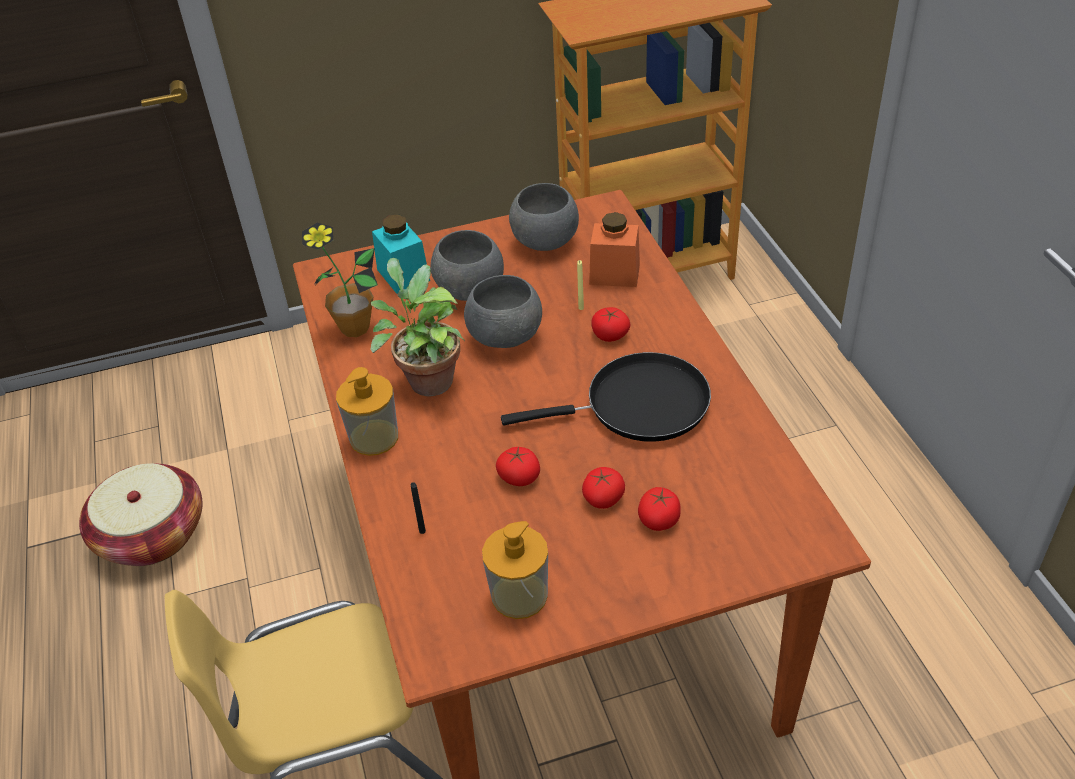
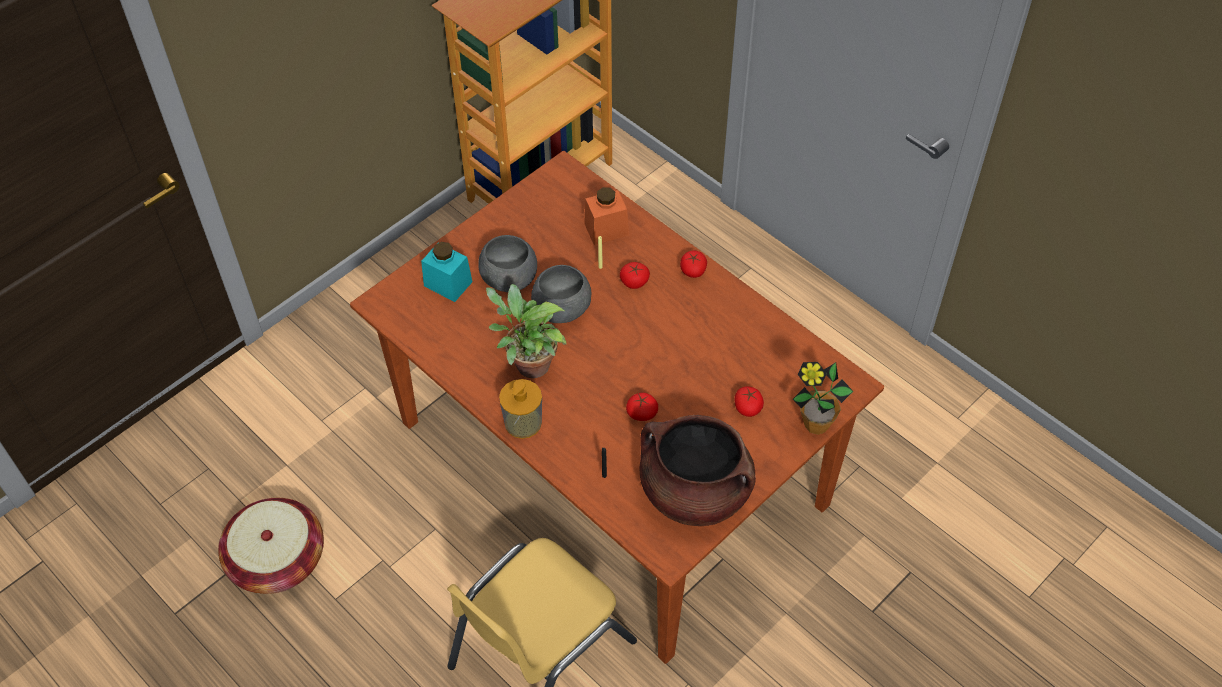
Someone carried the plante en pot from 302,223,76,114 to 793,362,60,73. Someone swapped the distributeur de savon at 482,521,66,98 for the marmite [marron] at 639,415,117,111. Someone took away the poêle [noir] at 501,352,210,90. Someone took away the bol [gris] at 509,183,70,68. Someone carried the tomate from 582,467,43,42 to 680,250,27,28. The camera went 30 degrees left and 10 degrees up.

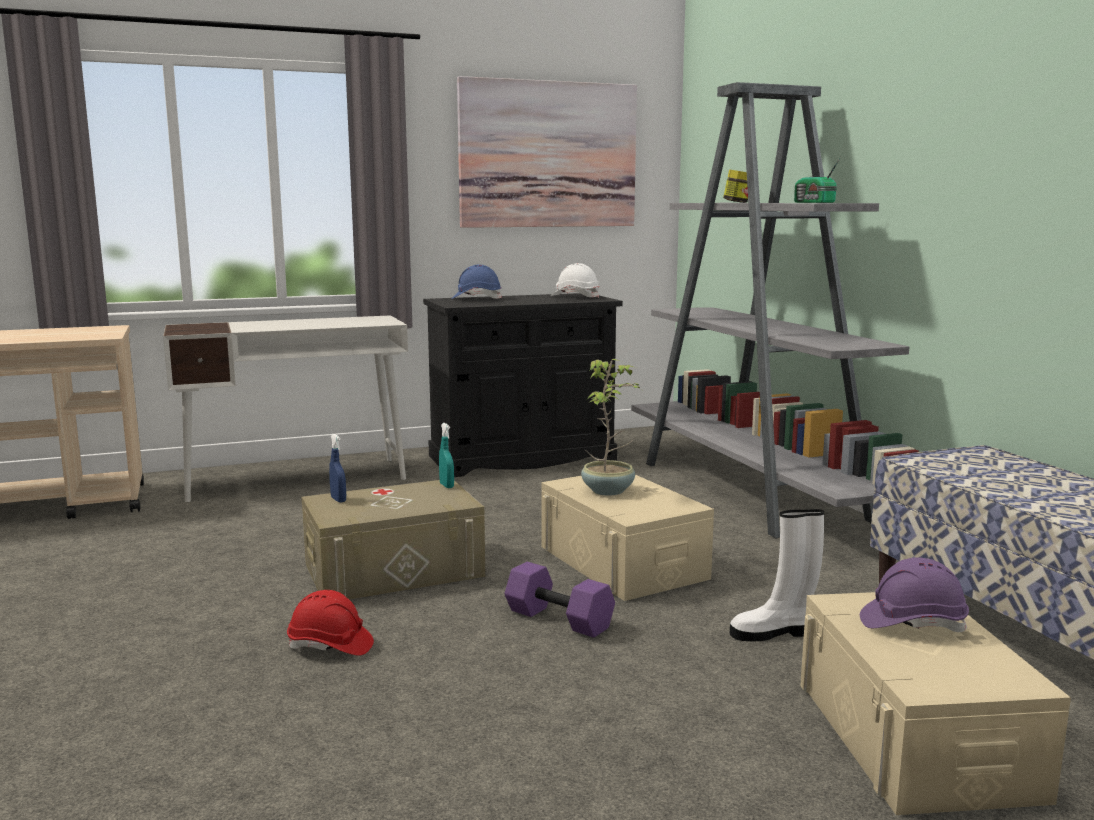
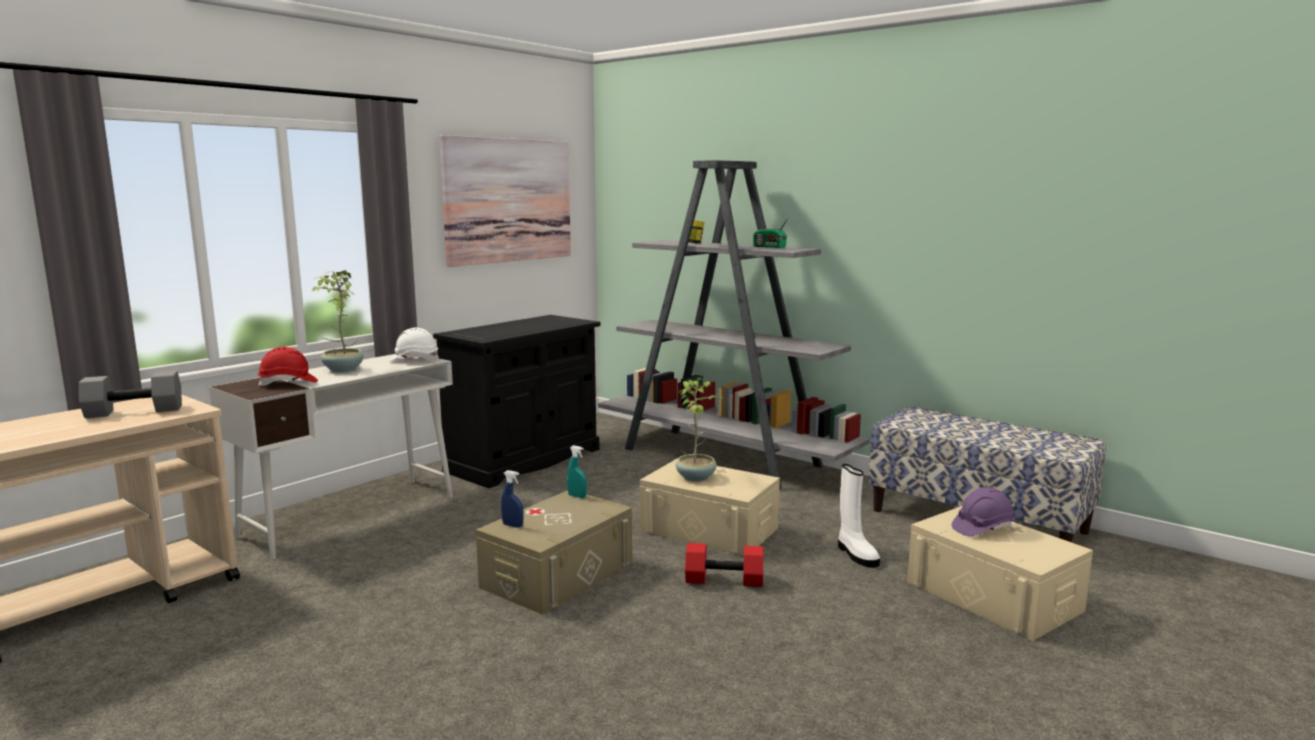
Someone carried the casque de chantier [rouge] from 287,590,87,66 to 258,347,60,39. Someone took away the casque de chantier [bleu] at 452,265,50,34. Someone repainted the haltère [violet] at 505,562,110,76, which became the haltère [rouge] at 685,543,79,44. Someone carried the casque de chantier [blanc] from 551,263,48,35 to 389,328,51,34. Someone rotated the botte [blanc] at 730,509,94,133 by 75 degrees counterclockwise. Someone put down the haltère [gris] at 79,371,103,47. Someone put down the plante en pot at 312,270,52,102. The camera went 30 degrees left and 0 degrees up.

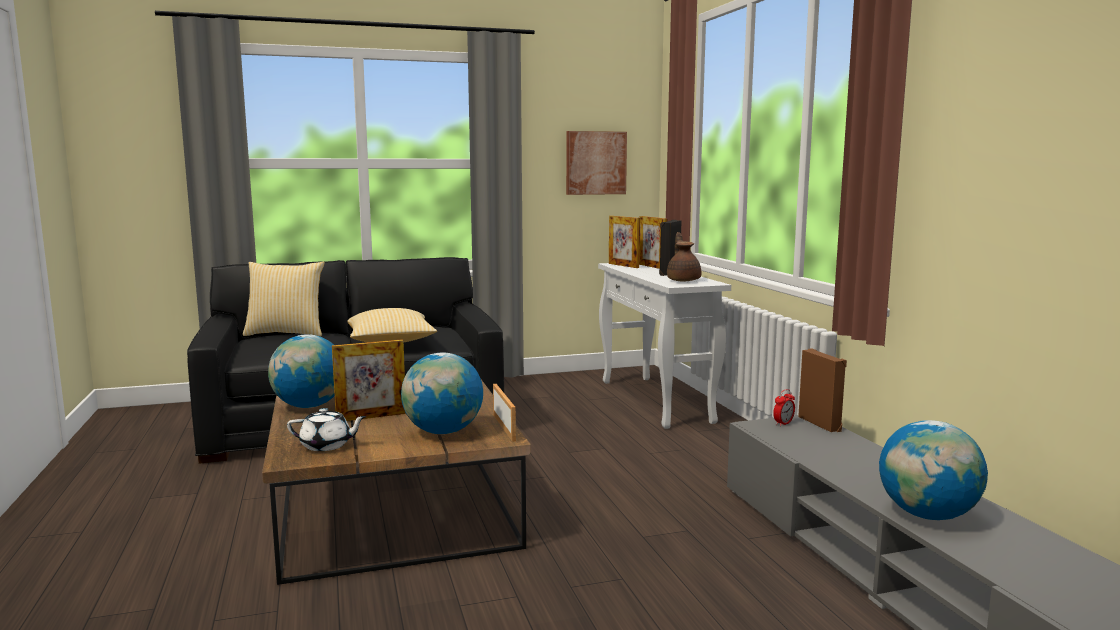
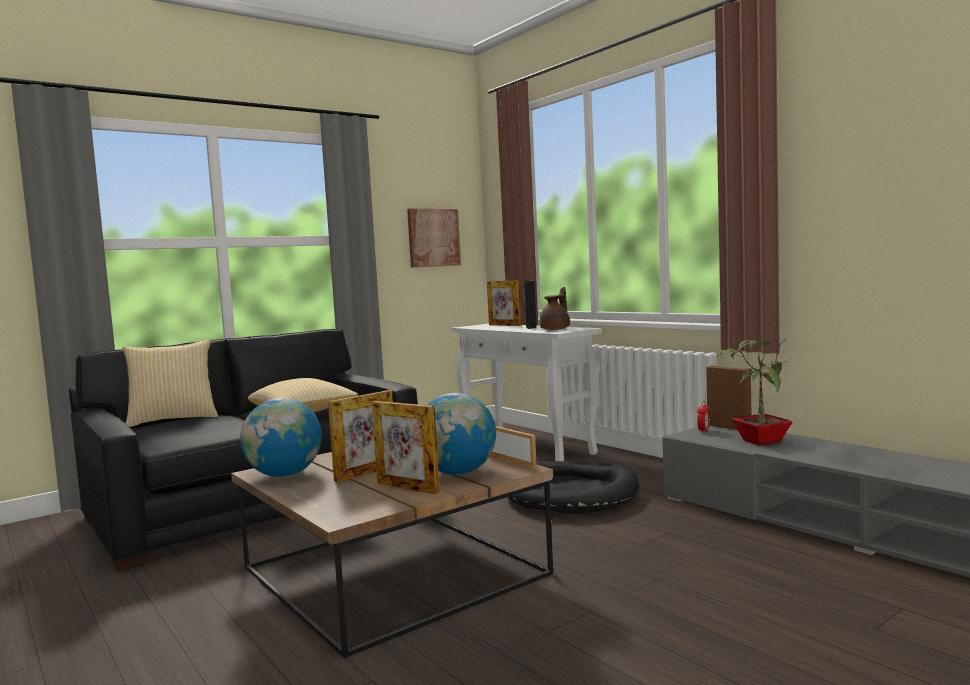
Someone took away the théière [blanc] at 287,408,80,43. Someone carried the cadre photo from 609,216,31,52 to 372,401,68,93. Someone rotated the théière [marron] at 667,232,34,49 by 60 degrees clockwise. Someone took away the globe at 879,420,109,100. Someone put down the panier pour chien [noir] at 507,461,132,53. Someone put down the plante en pot at 719,334,74,112. The camera went 20 degrees left and 5 degrees down.

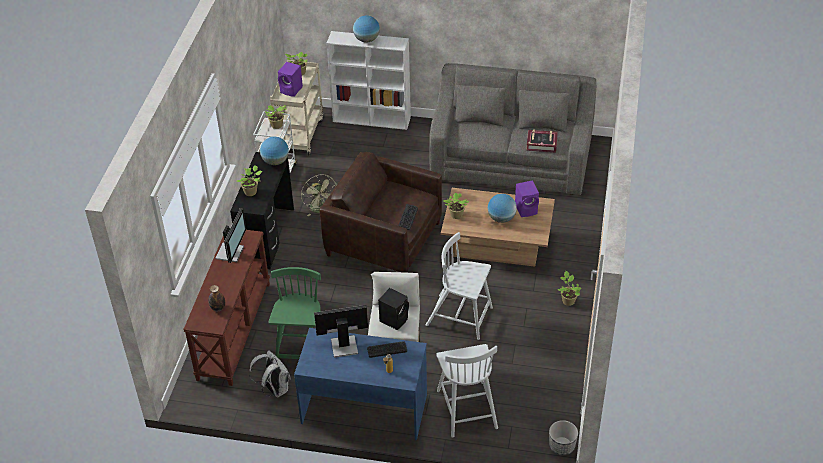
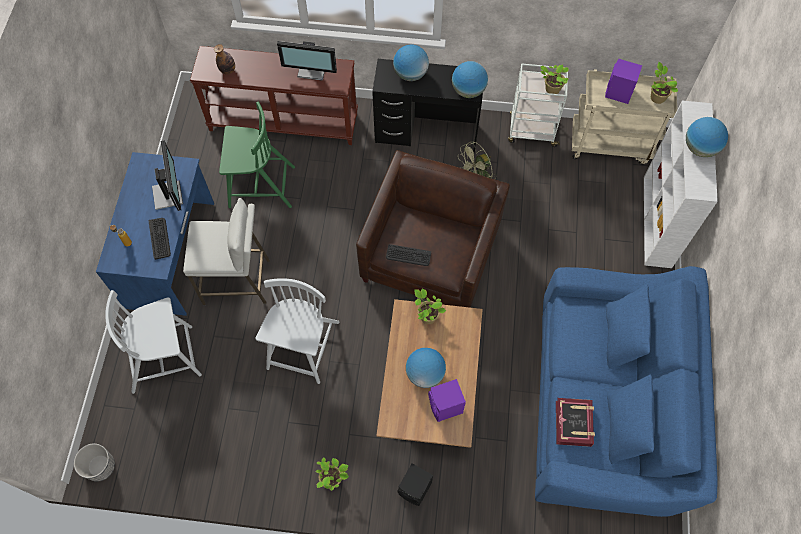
Someone swapped the plante en pot at 236,165,26,31 for the globe at 393,45,36,36. Someone took away the sac à dos [blanc] at 249,350,42,48. Someone carried the enceinte [noir] from 378,288,31,42 to 397,463,36,43. Someone repainted the canapé [gris] at 429,63,167,132, which became the canapé [bleu] at 535,266,183,251. The camera went 85 degrees right and 20 degrees up.

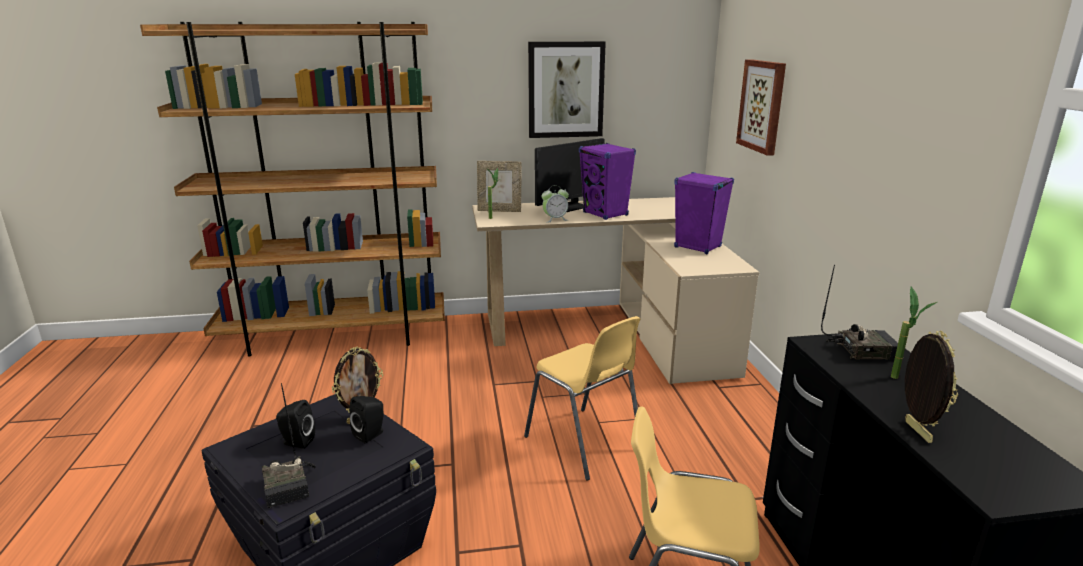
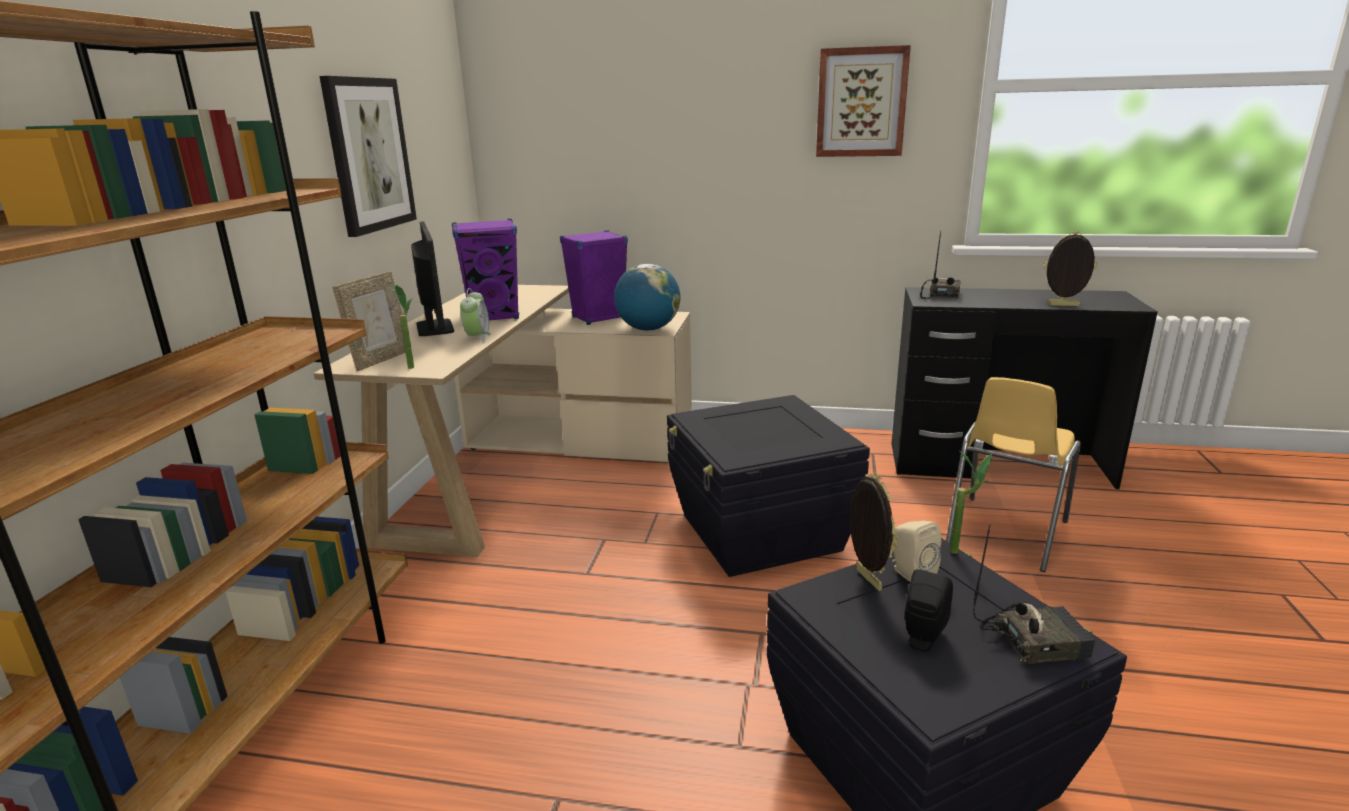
Someone repainted the enceinte [noir] at 349,396,35,47, which became the enceinte [beige] at 892,521,49,61. Someone swapped the chaise [jaune] at 524,316,116,165 for the boîte de rangement [noir] at 667,395,203,182. Someone carried the tableau from 736,59,50,97 to 816,45,95,112. Someone carried the plante en pot from 891,287,46,92 to 950,450,42,104. Someone put down the globe at 614,264,66,67. The camera went 70 degrees left and 0 degrees up.

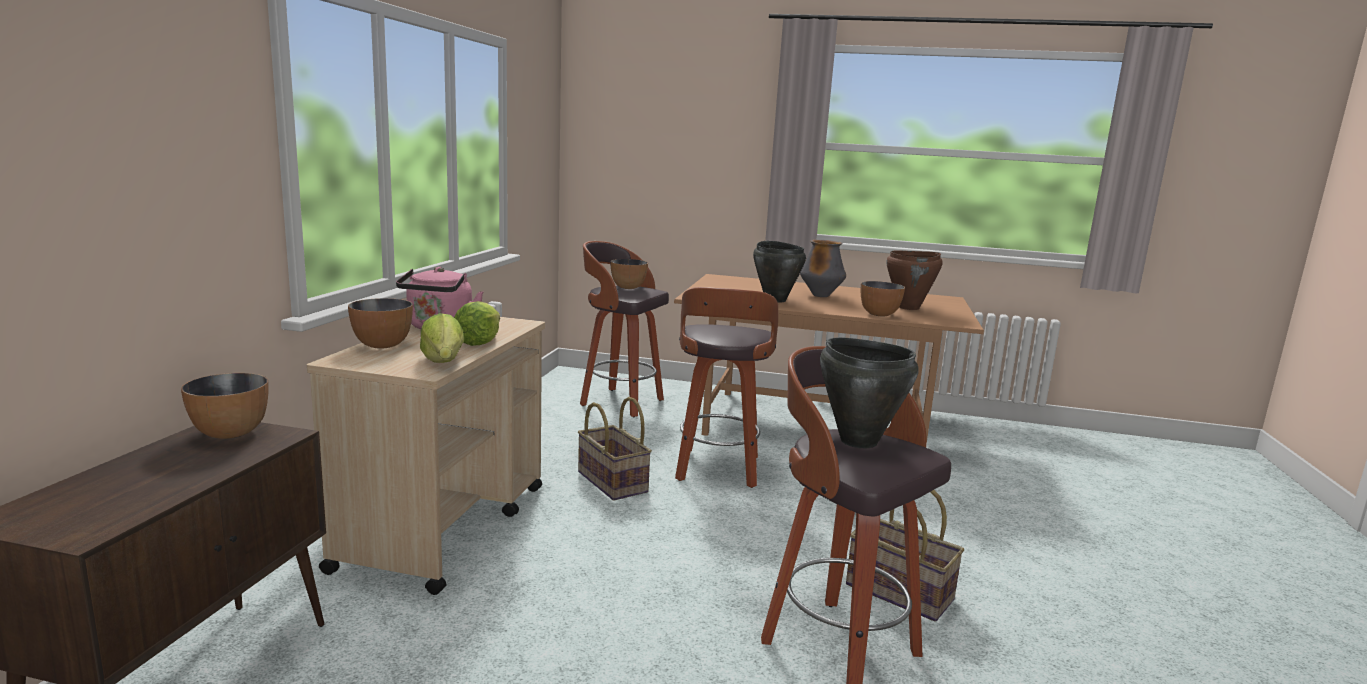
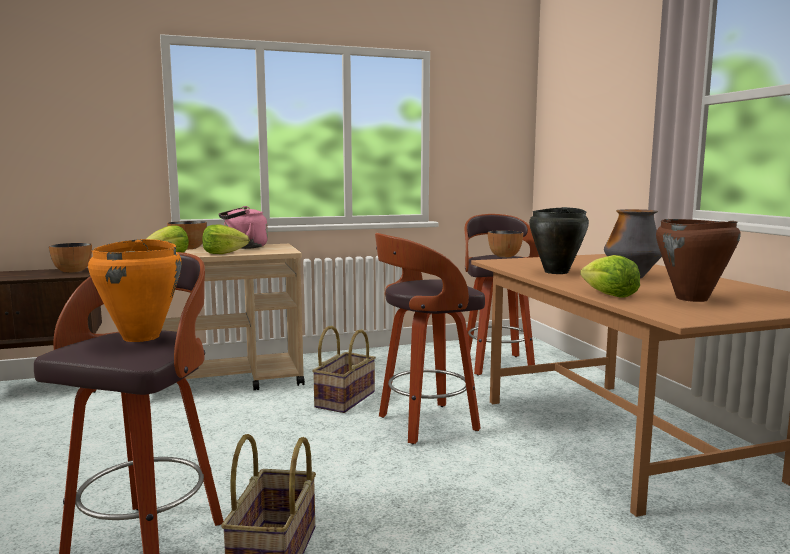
Someone repainted the marmite [noir] at 820,337,98,111, which became the marmite [orange] at 88,239,94,103. Someone swapped the bol at 861,281,44,35 for the laitue at 580,255,60,43. The camera went 60 degrees right and 5 degrees down.

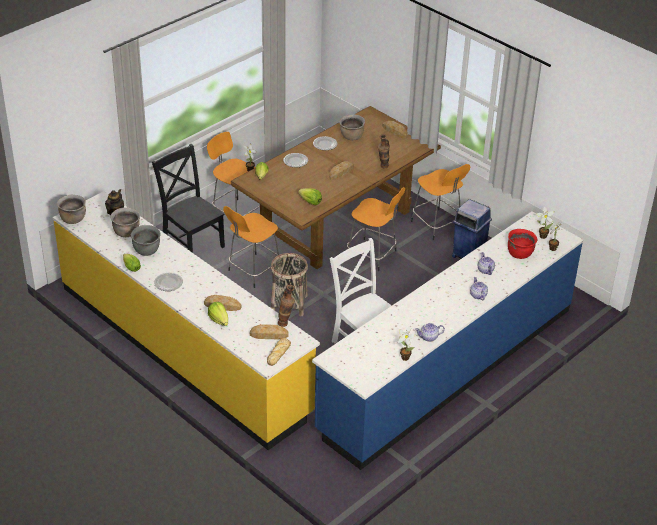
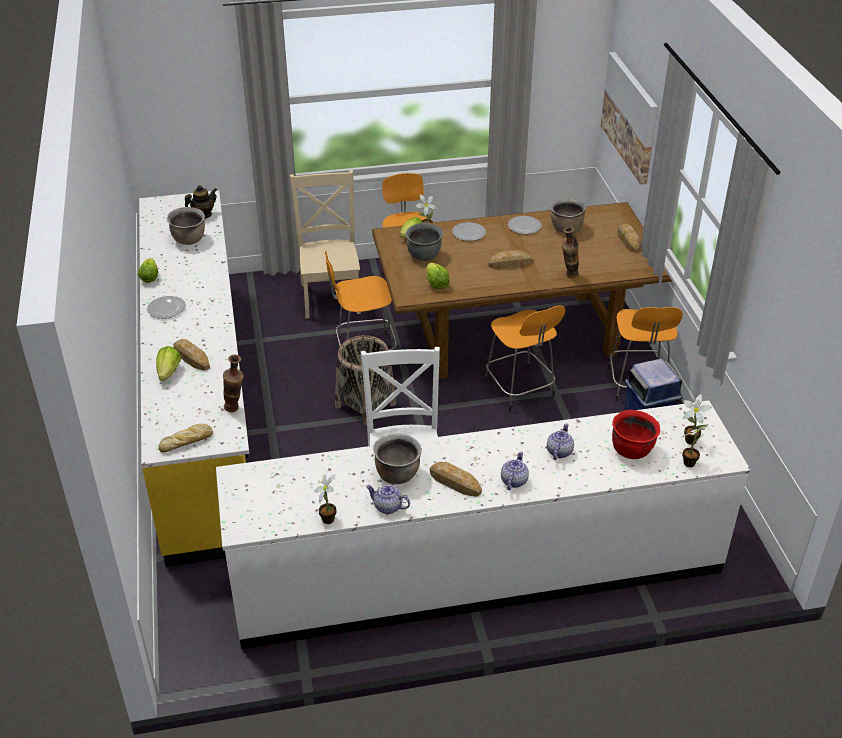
Someone carried the marmite [marron] from 56,195,30,29 to 373,433,49,51. Someone carried the marmite [gris] from 131,225,30,31 to 406,223,37,38. Someone repainted the chaise [noir] at 152,144,73,109, which became the chaise [beige] at 289,170,72,148. Someone carried the pain from 250,324,39,15 to 430,462,52,34. Someone repainted the comptoir de cuisine [bleu] at 312,211,271,259, which became the comptoir de cuisine [blanc] at 216,400,535,249. Someone put up the tableau at 601,52,57,133. The camera went 35 degrees right and 0 degrees up.

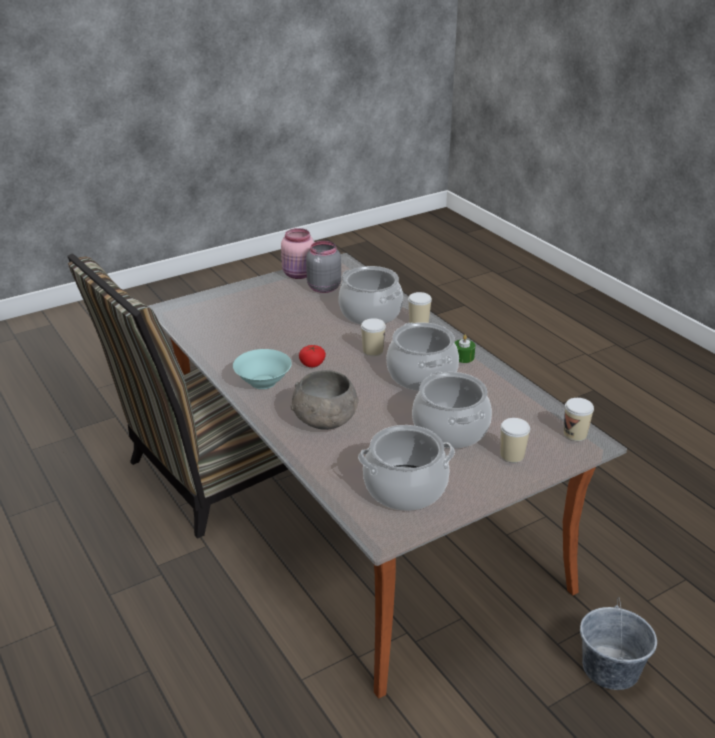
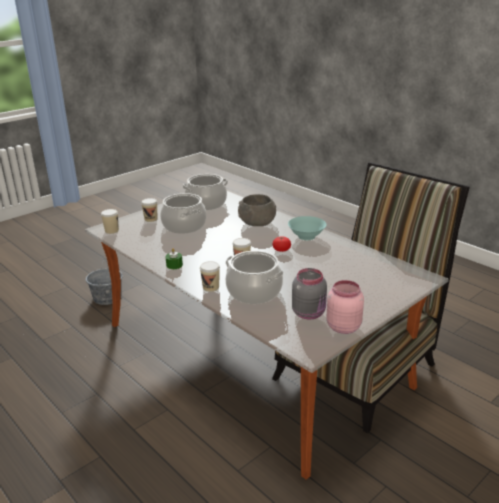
Someone took away the marmite at 386,322,73,69. The camera went 170 degrees right and 5 degrees down.

